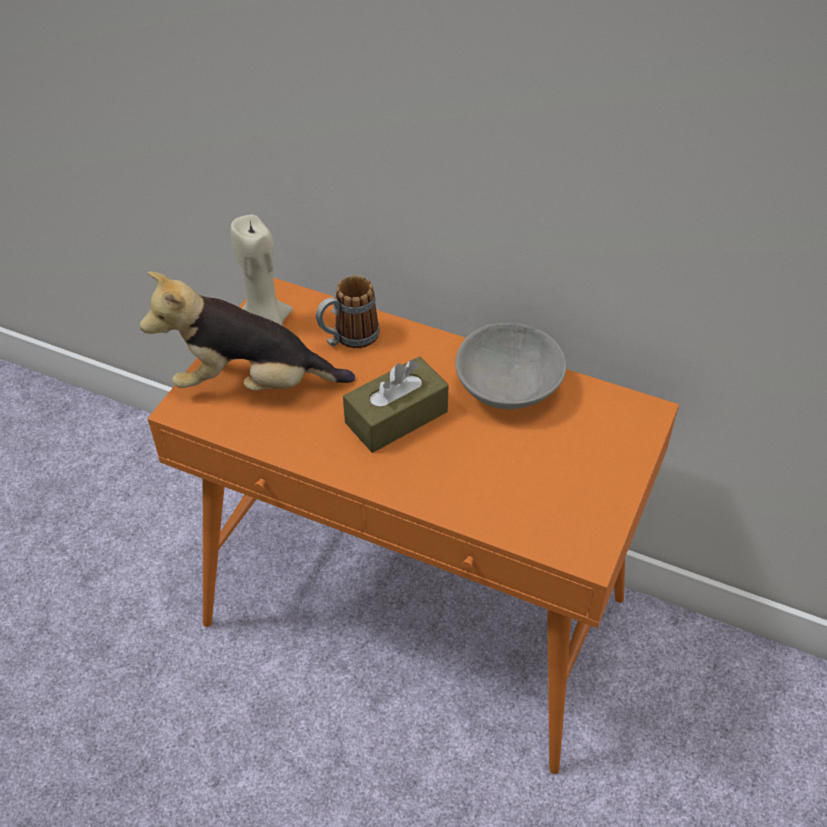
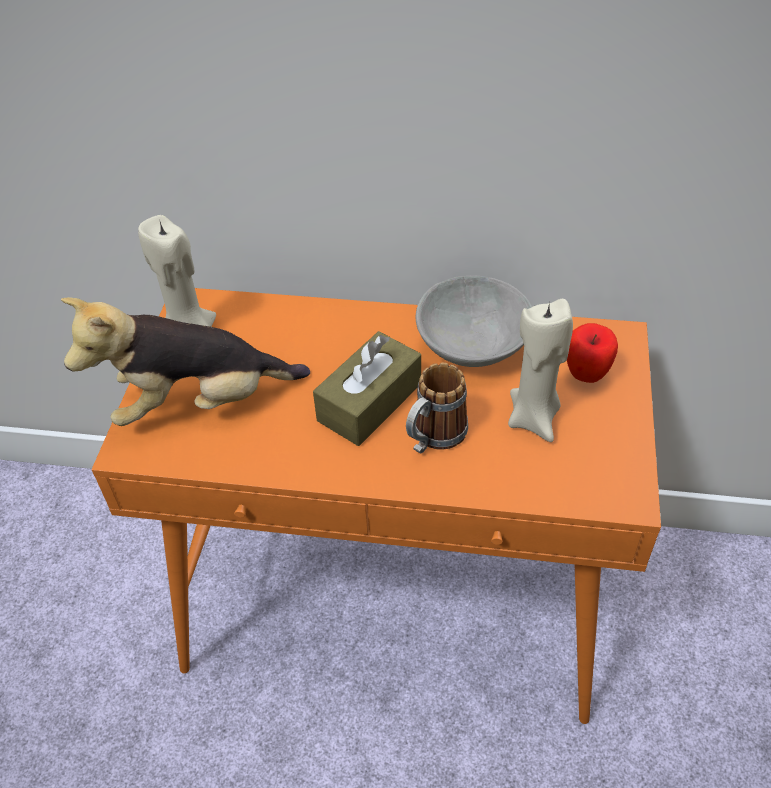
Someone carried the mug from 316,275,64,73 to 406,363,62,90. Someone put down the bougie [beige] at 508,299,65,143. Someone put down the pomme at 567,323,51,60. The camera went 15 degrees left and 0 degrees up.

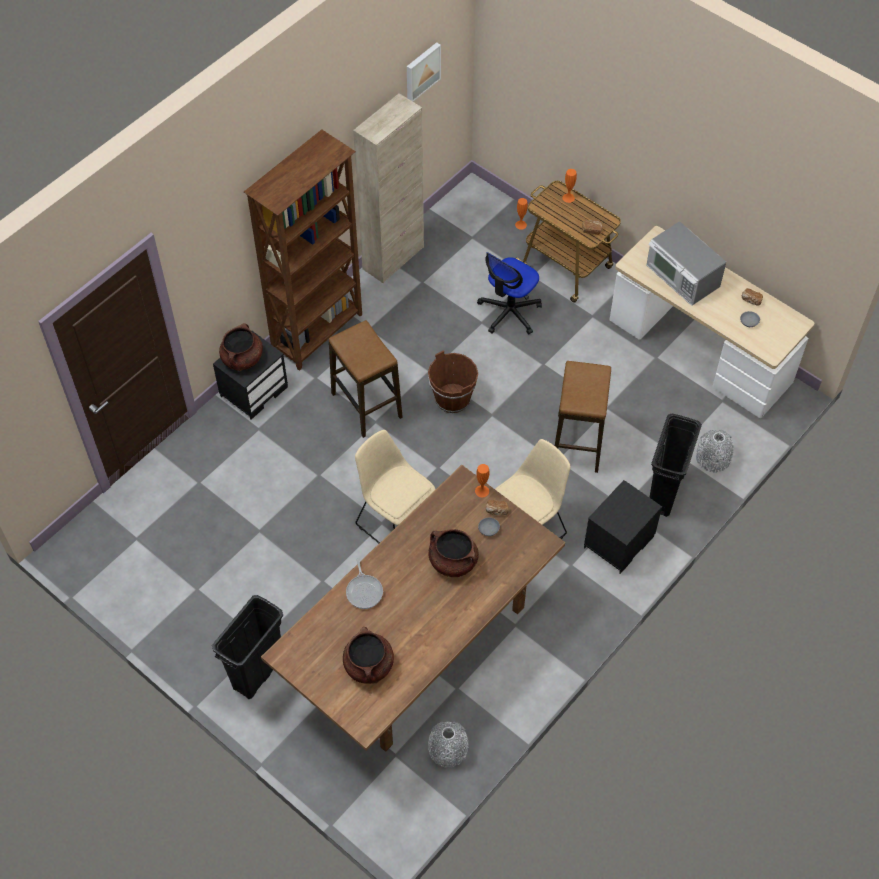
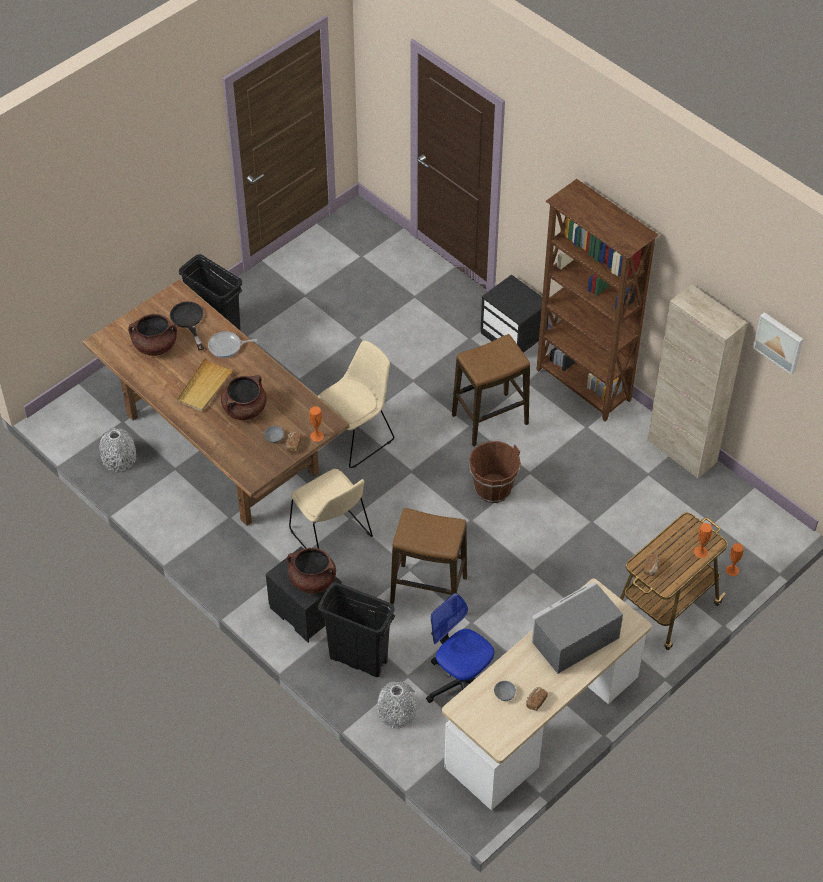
Someone carried the marmite [marron] from 219,323,44,48 to 287,548,49,45. Someone carried the chaise de bureau from 477,252,65,83 to 426,593,68,110. Someone put down the poêle [noir] at 170,302,34,48. Someone put down the plateau [beige] at 177,357,57,55. The camera went 95 degrees right and 5 degrees down.

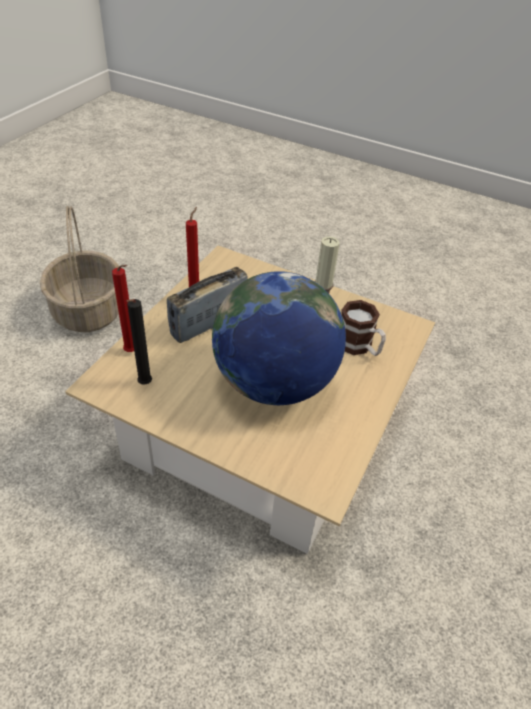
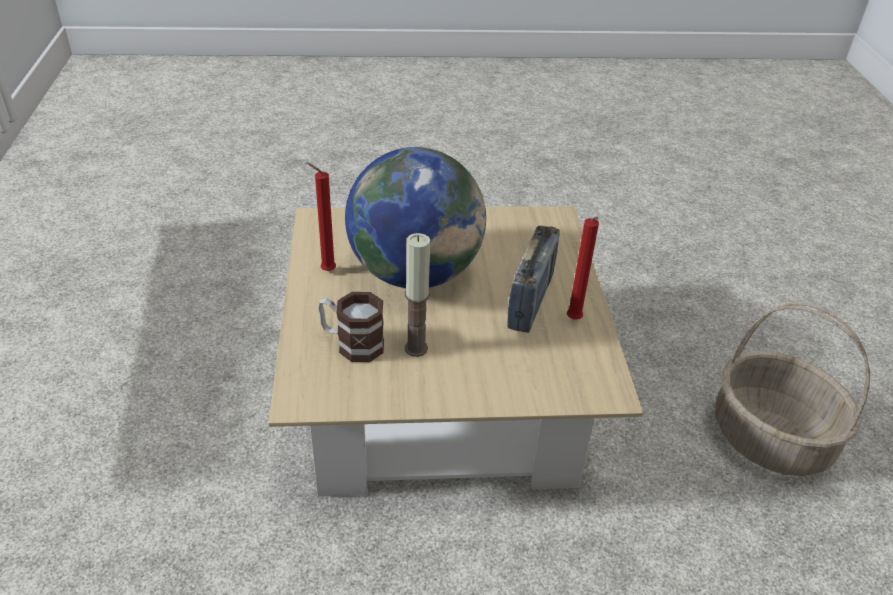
Someone carried the bougie [rouge] from 112,265,22,87 to 306,162,30,109. Someone took away the bougie [noir] at 126,299,26,86. The camera went 150 degrees right and 5 degrees down.

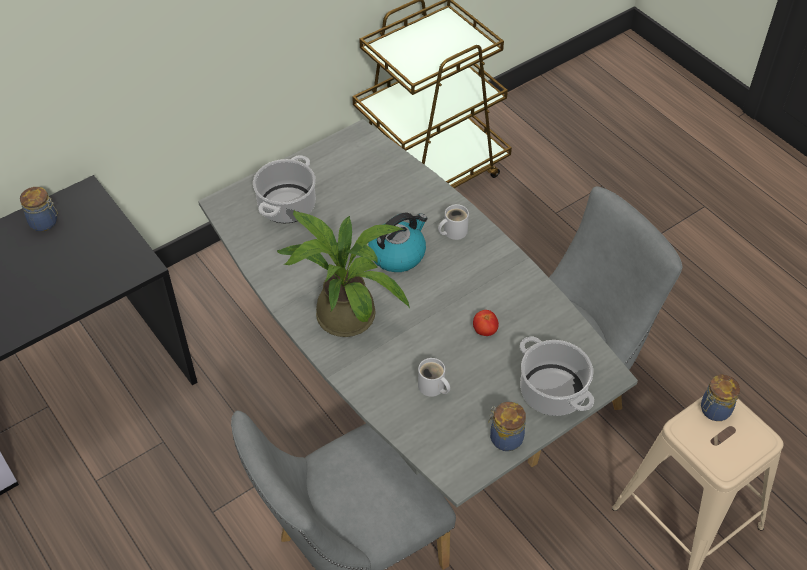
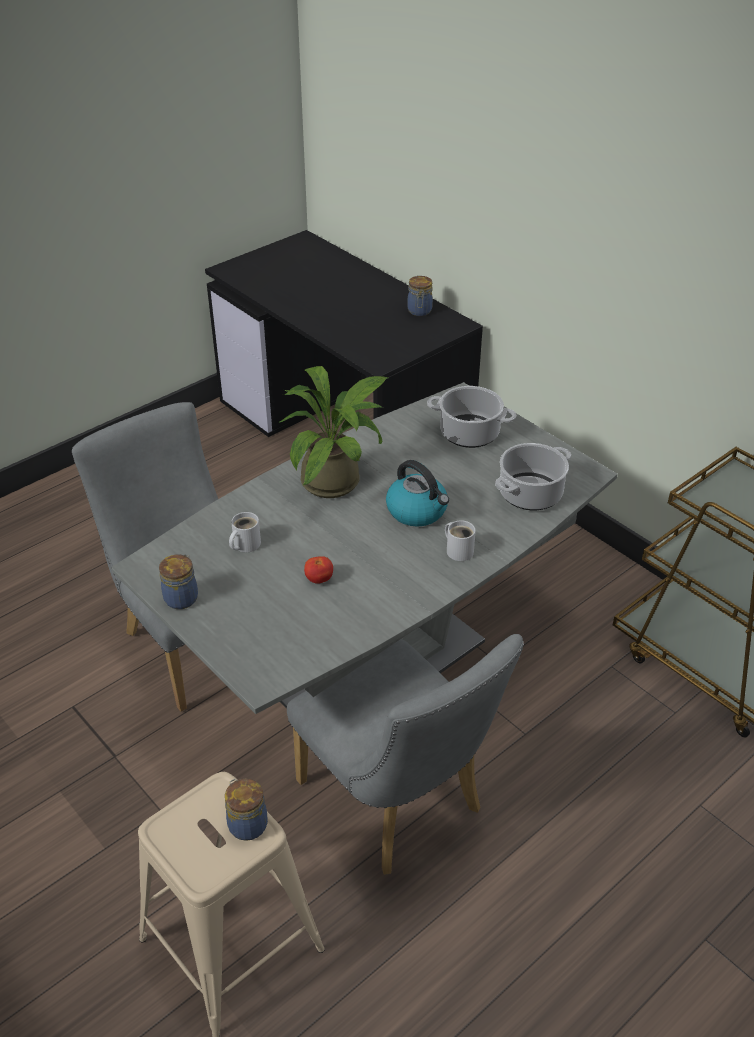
Someone carried the marmite from 520,337,74,79 to 495,443,76,67. The camera went 85 degrees right and 10 degrees down.

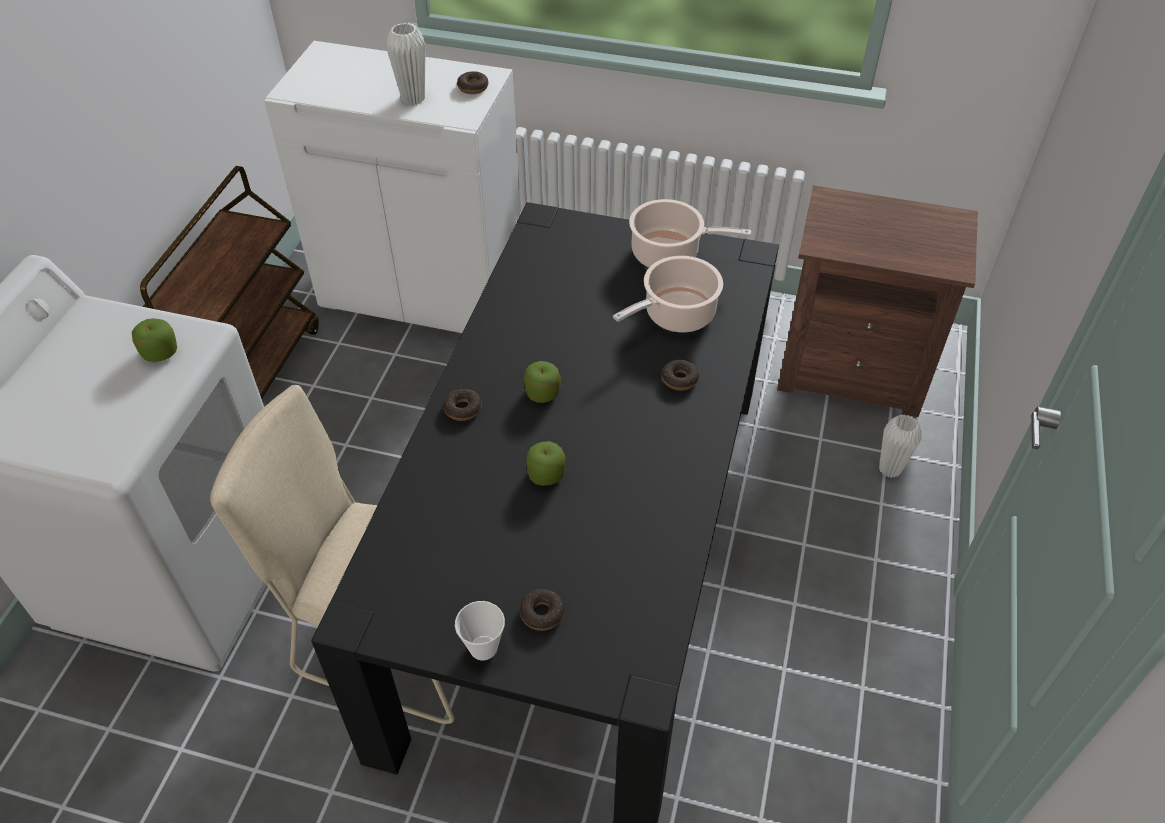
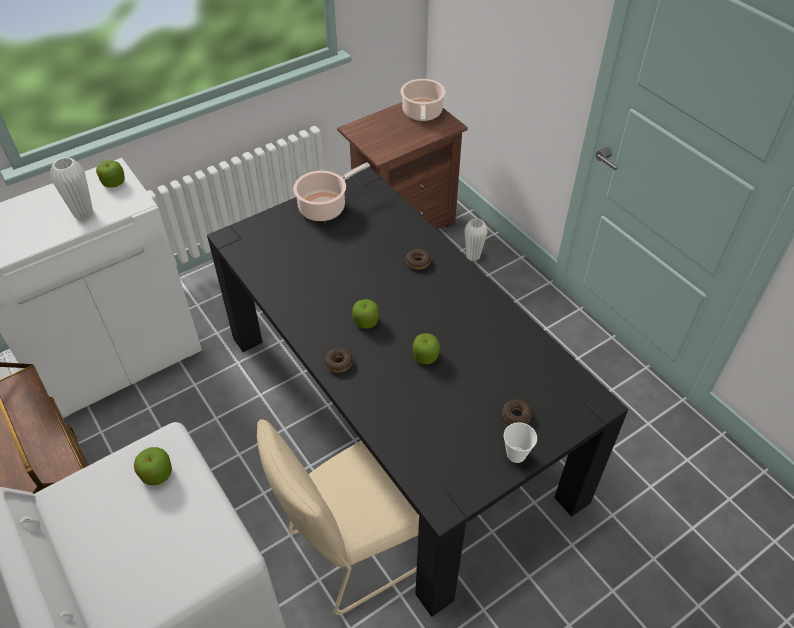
Someone swapped the beignet at 457,71,31,23 for the pomme at 96,160,29,28. Someone carried the marmite from 613,256,110,76 to 400,79,46,42. The camera went 50 degrees left and 0 degrees up.

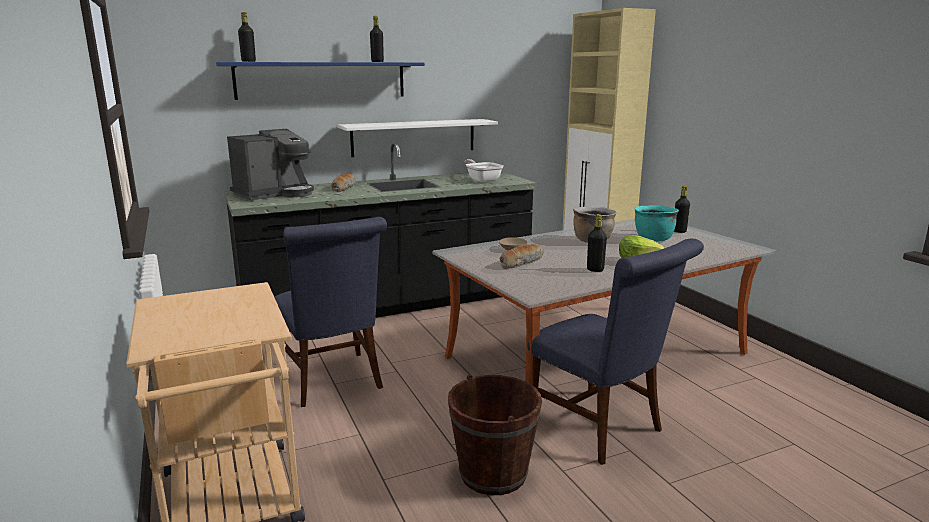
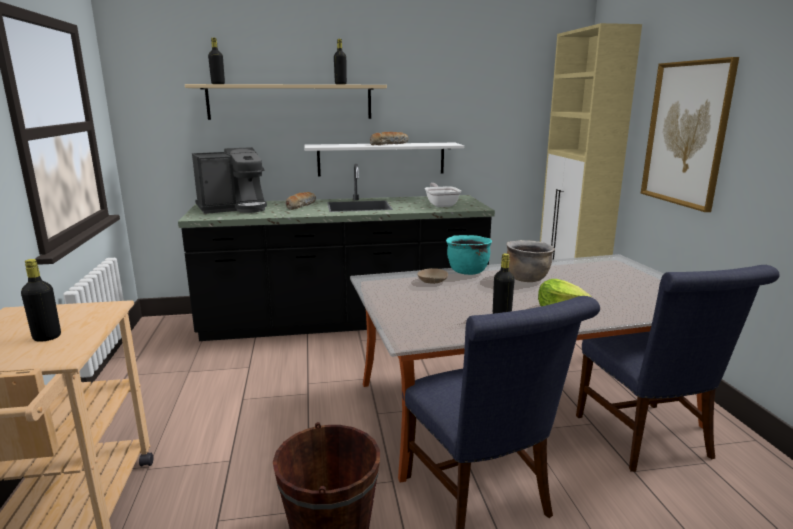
Someone repainted the étagère [bleu] at 216,62,209,38, which became the étagère [beige] at 185,84,202,36. Someone carried the chaise [bleu] from 274,217,113,190 to 576,265,204,207. Someone carried the pain from 500,244,44,25 to 370,132,38,13. Someone carried the marmite [turquoise] from 634,205,45,36 to 446,235,46,40. Someone carried the bouteille [noir] from 674,186,16,47 to 21,259,40,83. Someone put up the tableau at 641,57,98,155. The camera went 15 degrees right and 0 degrees up.

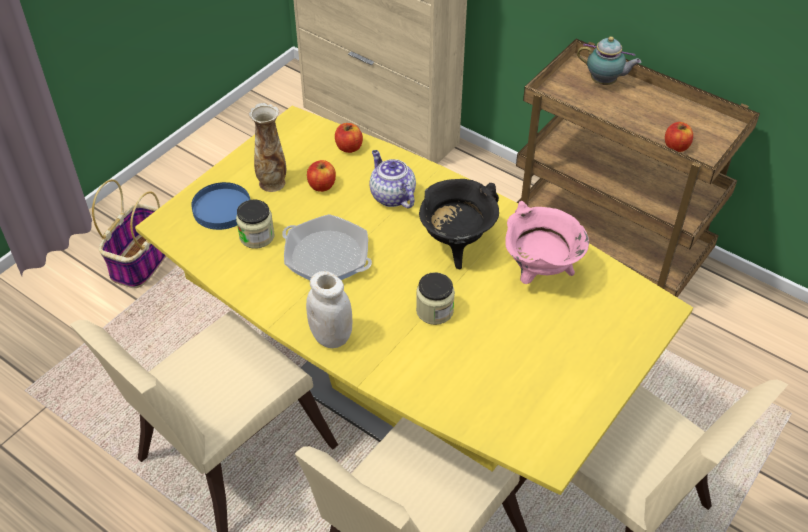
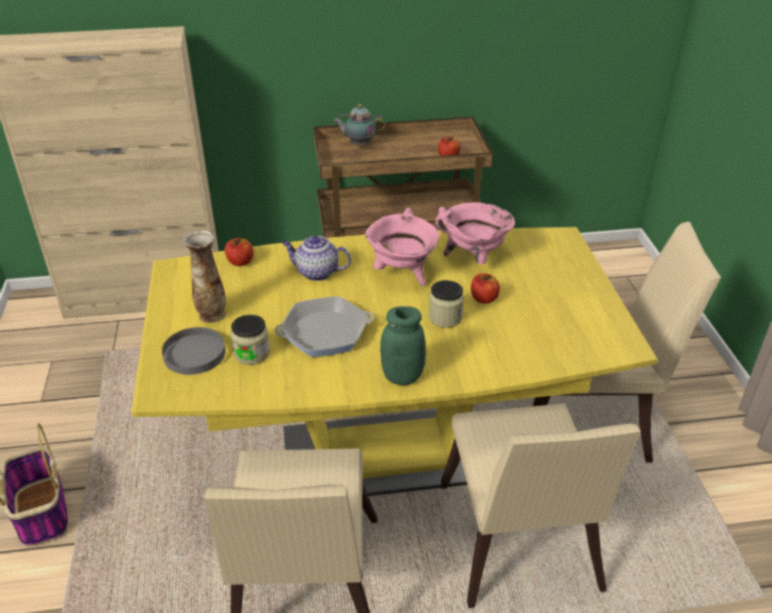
Someone repainted the assiette [bleu] at 191,182,59,48, which became the assiette [gris] at 162,327,64,48. Someone repainted the bocal [blanc] at 306,271,46,77, which became the bocal [vert] at 380,306,46,79. Someone carried the pomme from 307,160,29,32 to 471,273,29,31. Someone repainted the marmite [noir] at 419,179,80,90, which became the marmite [rose] at 365,207,74,79. Someone rotated the théière at 577,36,65,49 by 150 degrees counterclockwise. The camera went 45 degrees left and 10 degrees down.

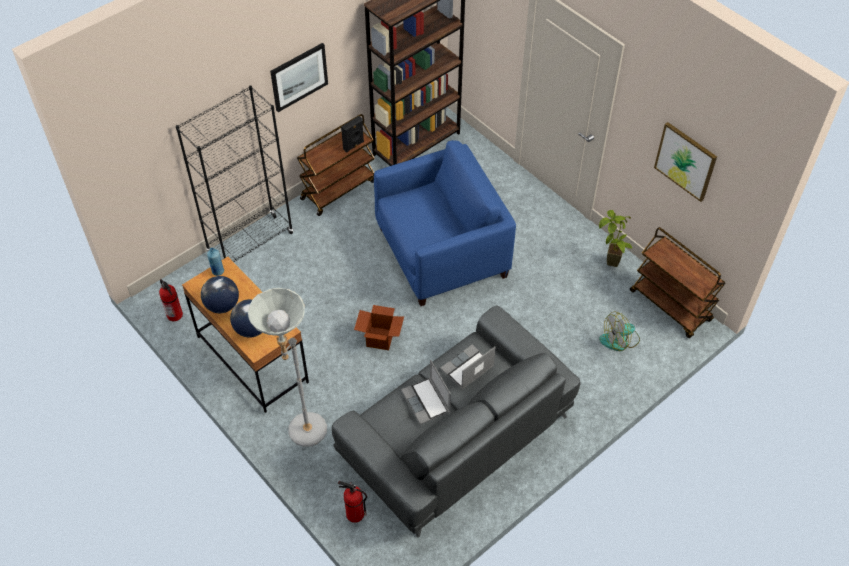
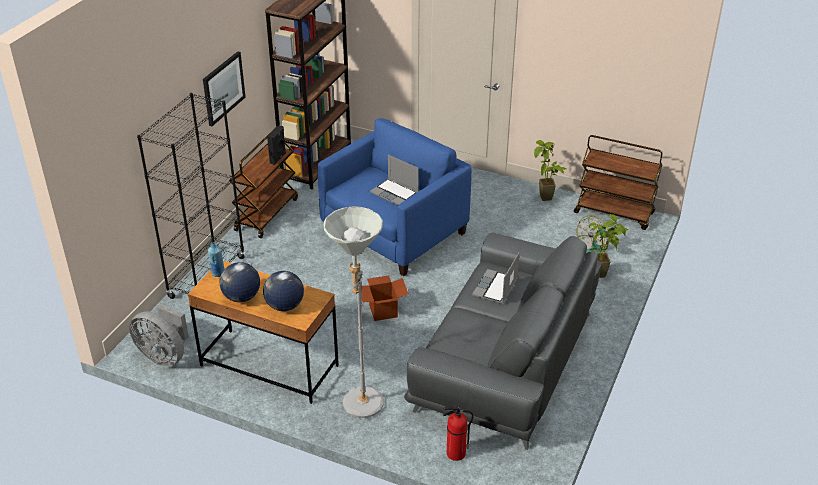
Someone swapped the extincteur at 159,279,24,42 for the ventilateur [gris] at 129,304,60,63. Someone carried the ordinateur portable from 401,360,50,65 to 370,154,49,52. Someone took away the tableau at 654,122,63,80. Someone put down the plante en pot at 589,215,39,63. The camera went 25 degrees left and 15 degrees down.

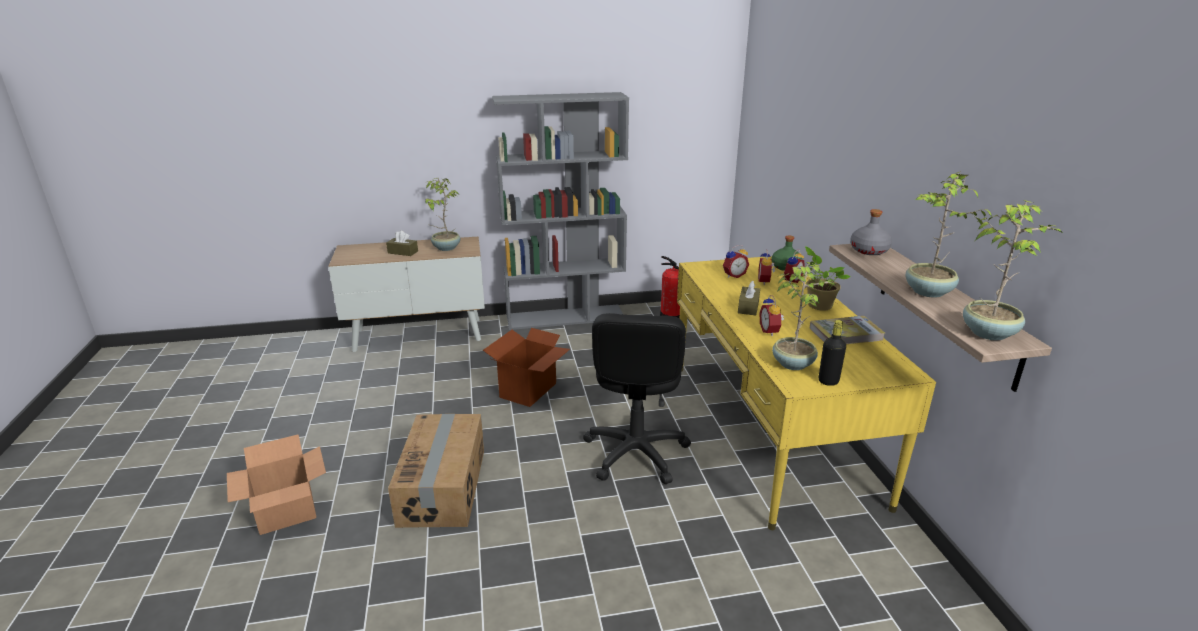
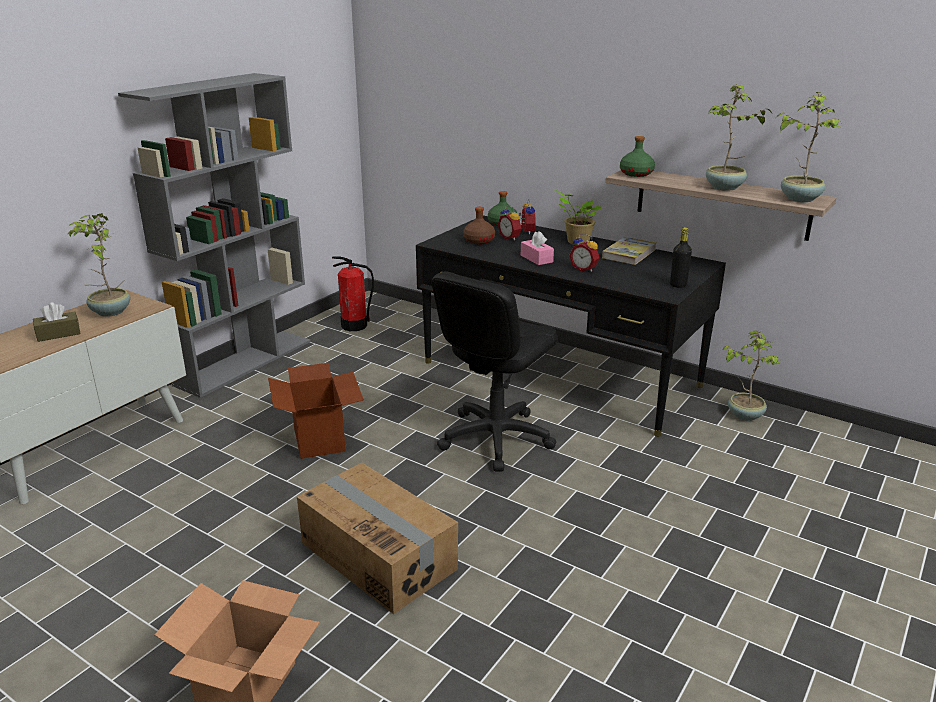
Someone rotated the chaise de bureau [noir] at 583,313,108,171 by 75 degrees clockwise. Someone repainted the bureau [jaune] at 677,256,259,274, which became the bureau [noir] at 416,215,310,222. Someone swapped the réveil at 723,245,26,33 for the bouteille [marron] at 463,207,32,37. Someone repainted the boîte à mouchoirs [marron] at 738,281,22,34, which became the boîte à mouchoirs [rose] at 521,231,33,34. Someone carried the plante en pot from 772,262,65,108 to 721,330,60,91. Someone repainted the bouteille [gris] at 850,209,42,46, which became the bouteille [vert] at 620,136,35,41. The camera went 45 degrees left and 0 degrees up.

